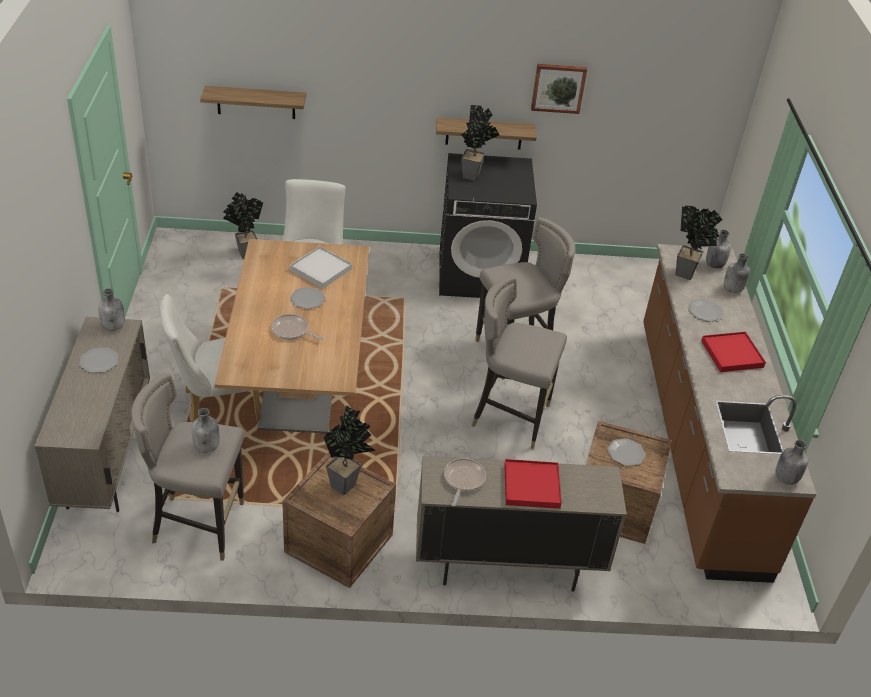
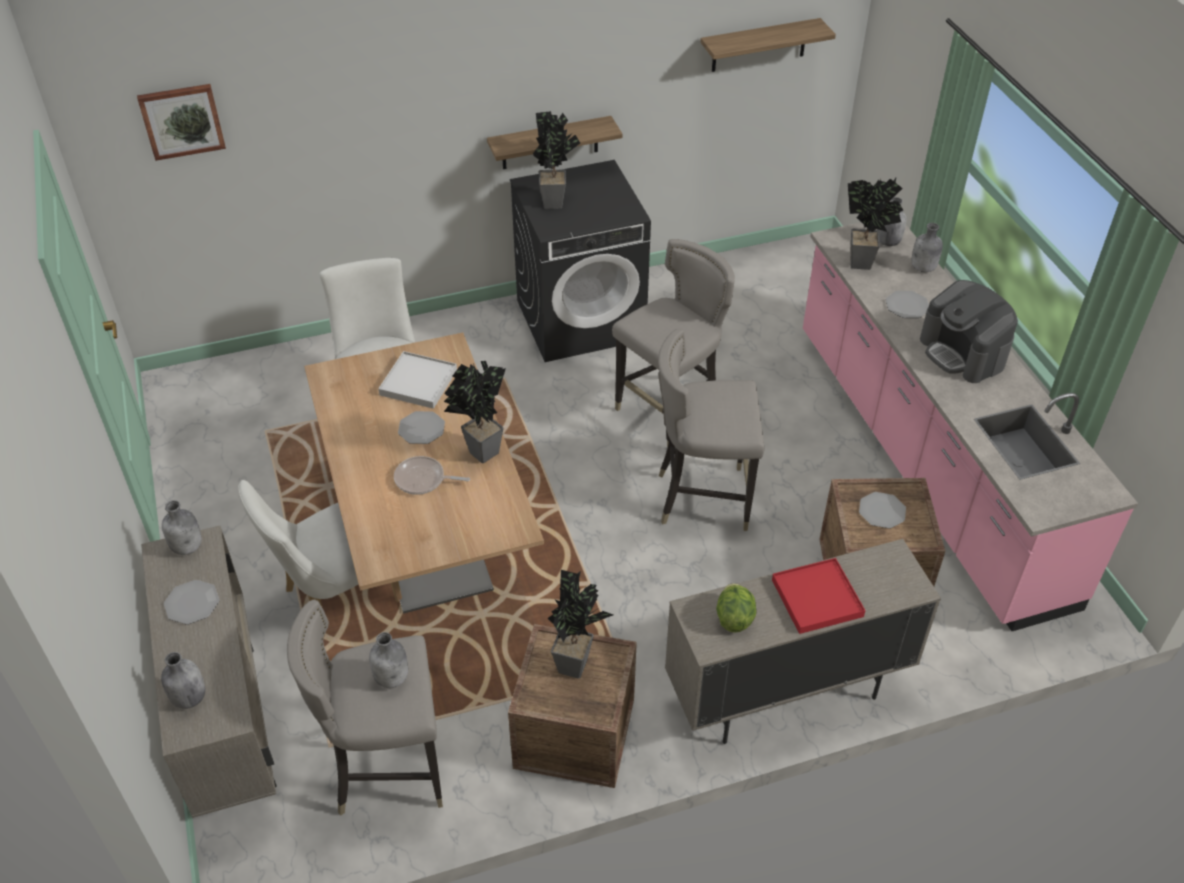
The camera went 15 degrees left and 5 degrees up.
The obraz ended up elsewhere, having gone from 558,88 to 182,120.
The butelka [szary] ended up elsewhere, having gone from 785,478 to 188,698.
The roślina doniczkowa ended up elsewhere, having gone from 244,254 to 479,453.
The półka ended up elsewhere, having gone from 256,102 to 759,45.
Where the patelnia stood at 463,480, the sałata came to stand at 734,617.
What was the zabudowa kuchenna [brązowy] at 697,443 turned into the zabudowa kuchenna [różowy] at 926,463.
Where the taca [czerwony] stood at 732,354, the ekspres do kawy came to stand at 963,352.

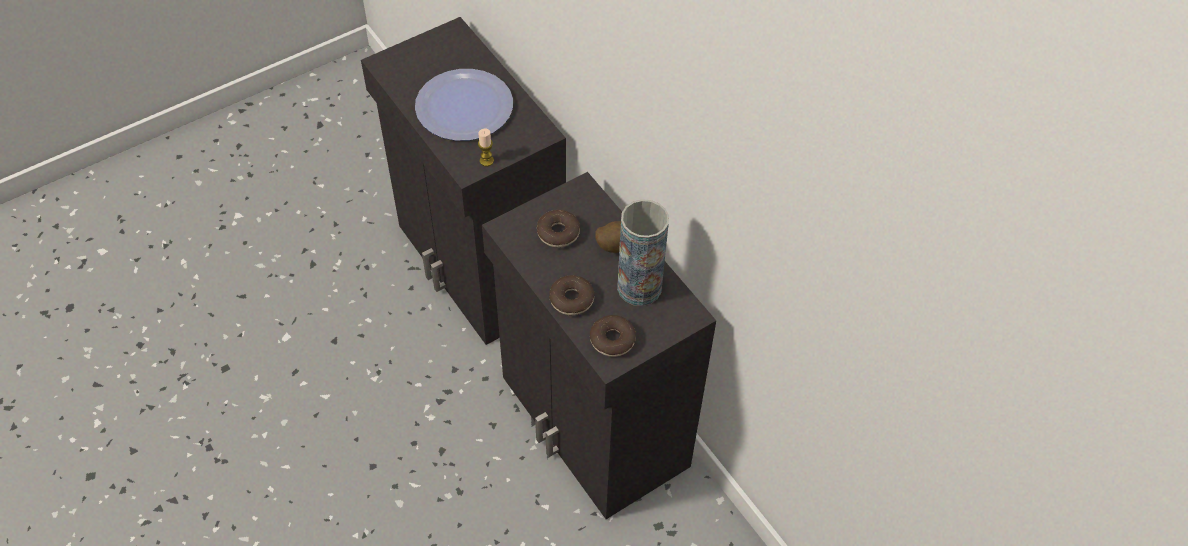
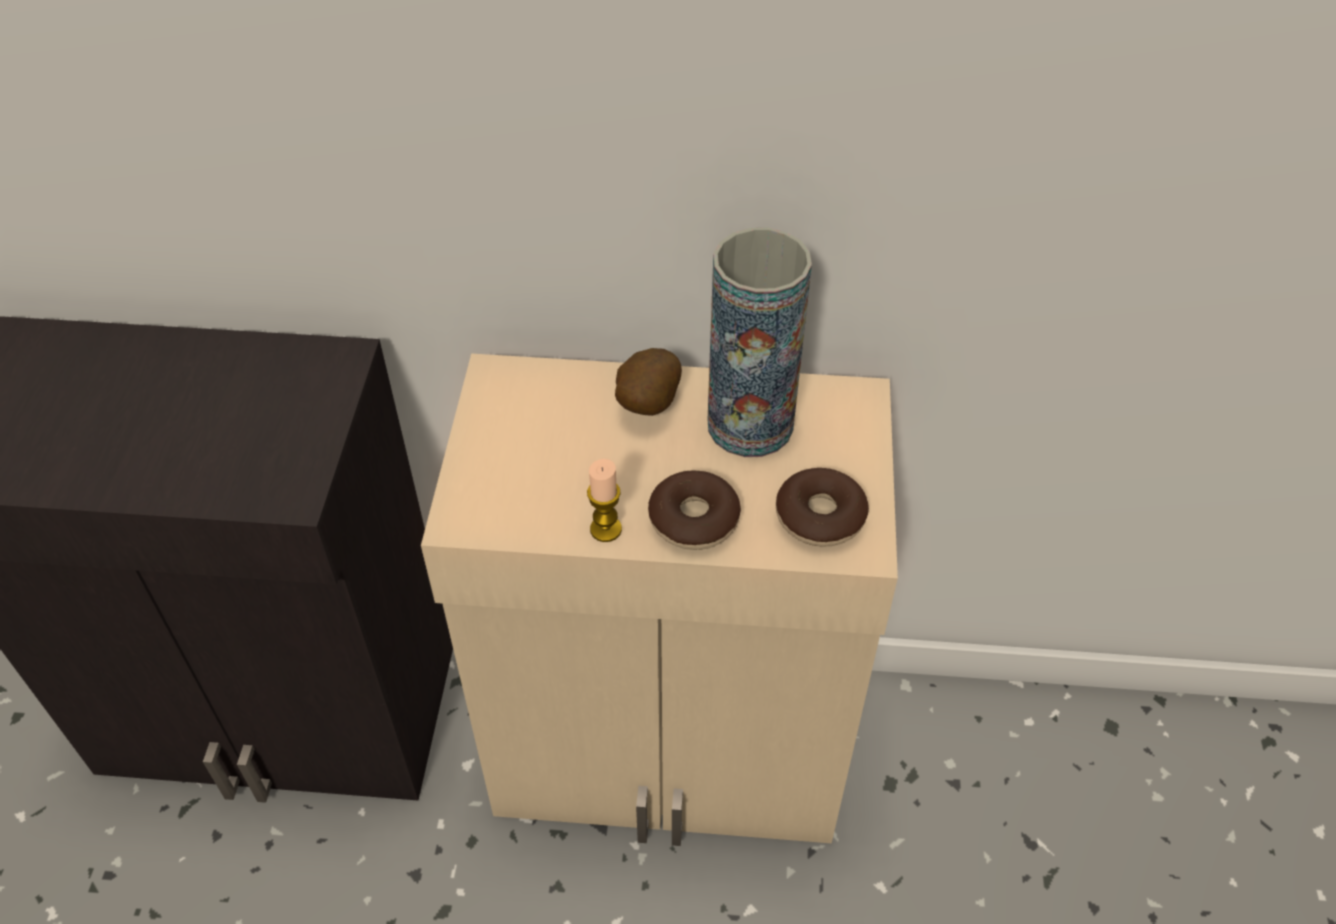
The camera went 50 degrees left and 5 degrees down.
What was the szafka [czarny] at 592,424 turned into the szafka [beżowy] at 670,753.
The świeca ended up elsewhere, having gone from 486,161 to 606,529.
The second view lost the talerz at 464,107.
The second view lost the donut at 558,233.

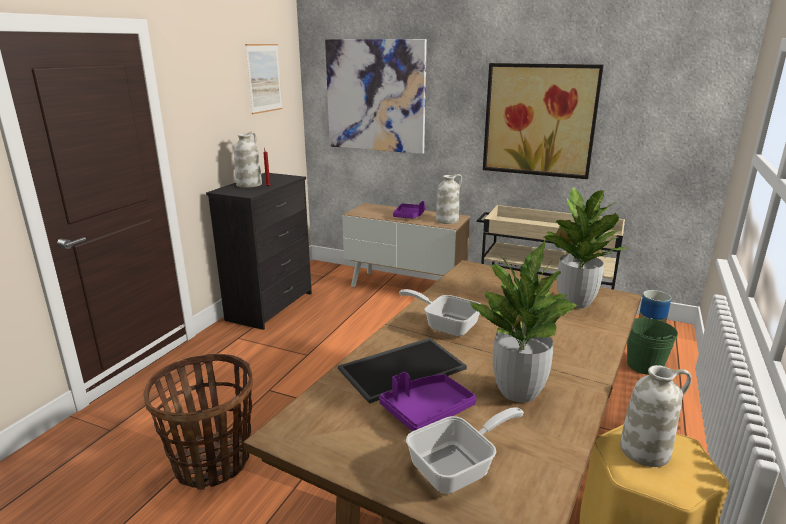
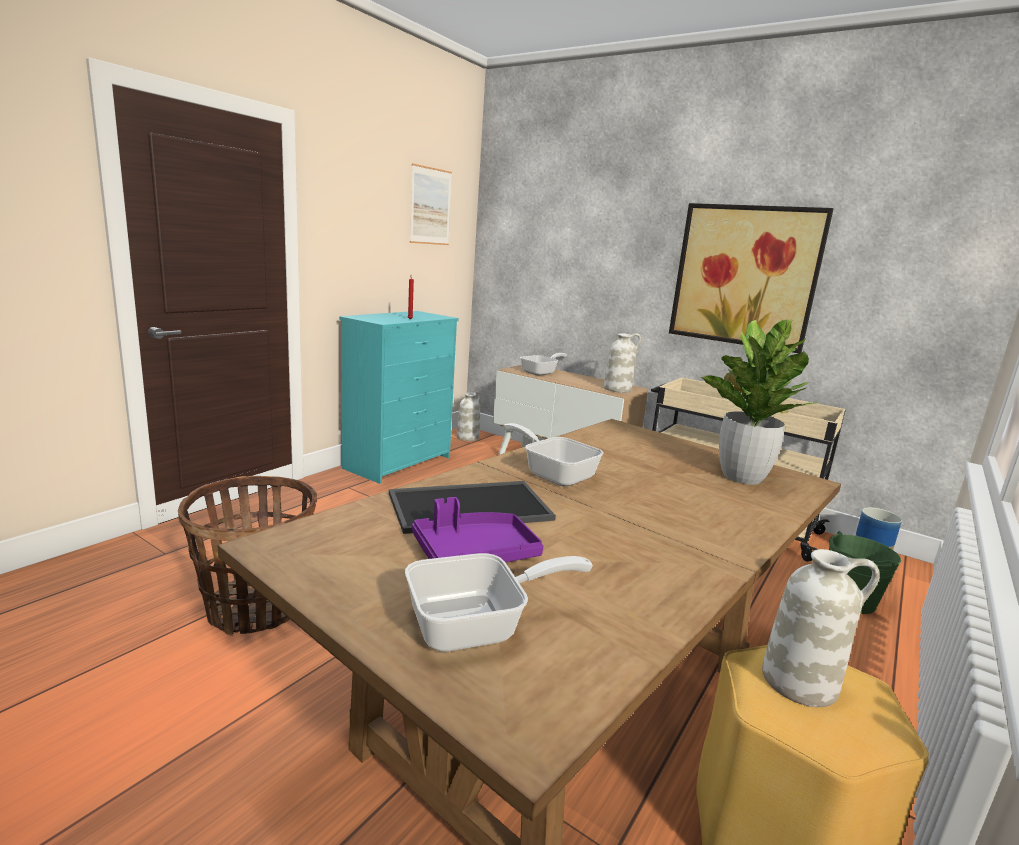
The camera went 10 degrees right and 5 degrees down.
What was the komoda [czarny] at 271,306 turned into the komoda [turkusowy] at 399,462.
The wazon [biały] ended up elsewhere, having gone from 249,184 to 468,437.
The second view gained the patelnia at 541,372.
The second view lost the obraz at 375,96.
The second view lost the taca [fioletowy] at 409,216.
The second view lost the roślina doniczkowa at 518,392.

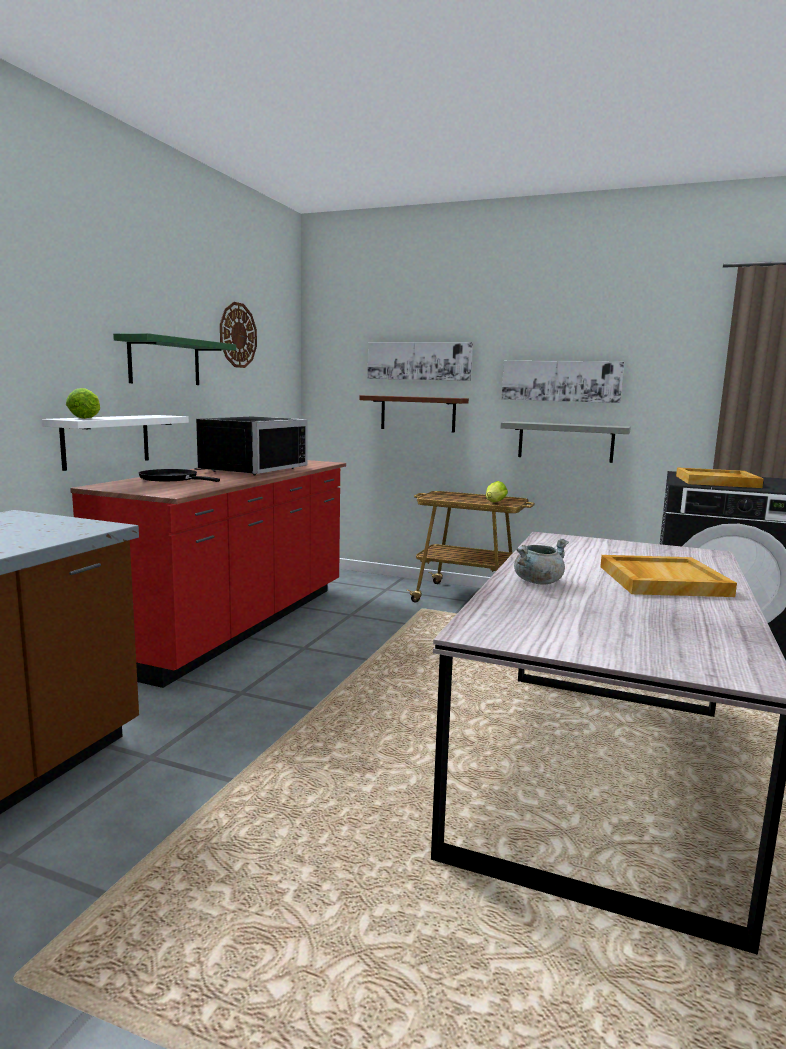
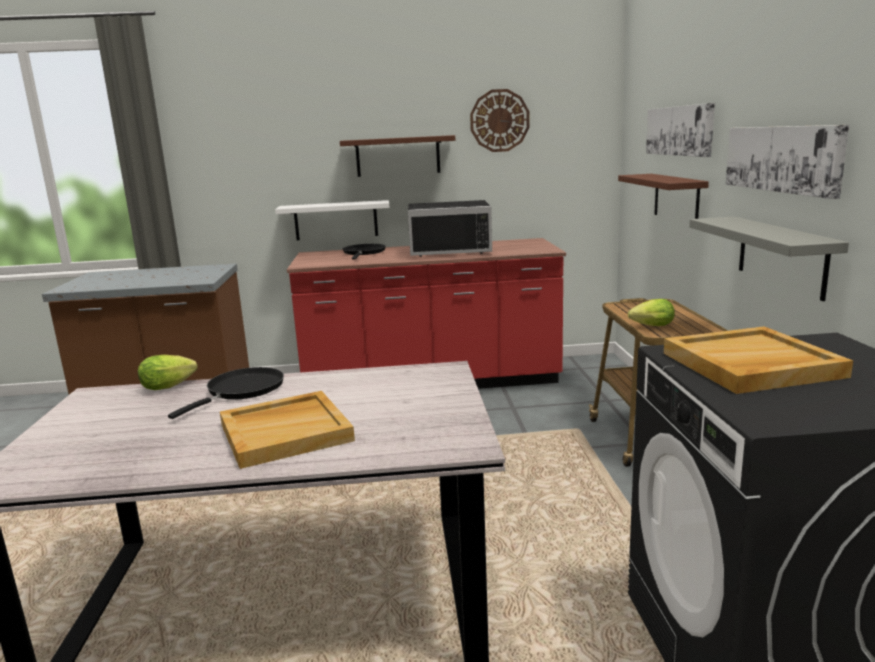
The camera went 65 degrees right and 5 degrees up.
The sałata ended up elsewhere, having gone from 86,418 to 171,386.
Where the garnek [szary] stood at 538,581, the patelnia [czarny] came to stand at 242,390.
What was the półka [zielony] at 165,361 turned into the półka [brązowy] at 398,156.

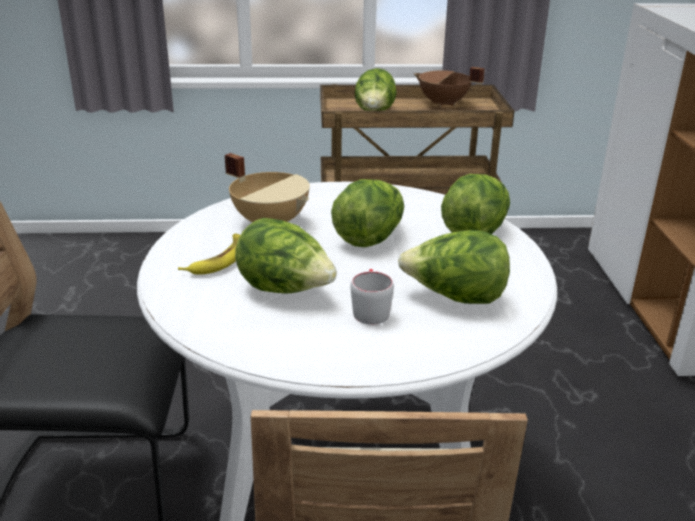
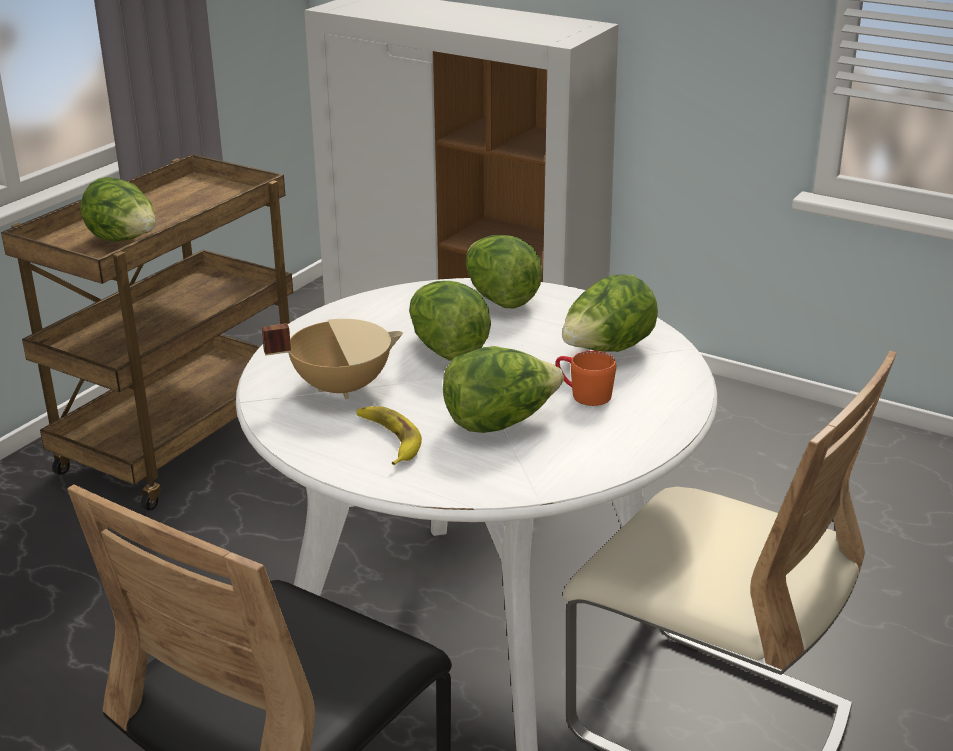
The camera went 55 degrees left and 0 degrees up.
What was the kubek [szary] at 370,309 turned into the kubek [pomarańczowy] at 582,394.
The second view lost the garnek [brązowy] at 443,104.

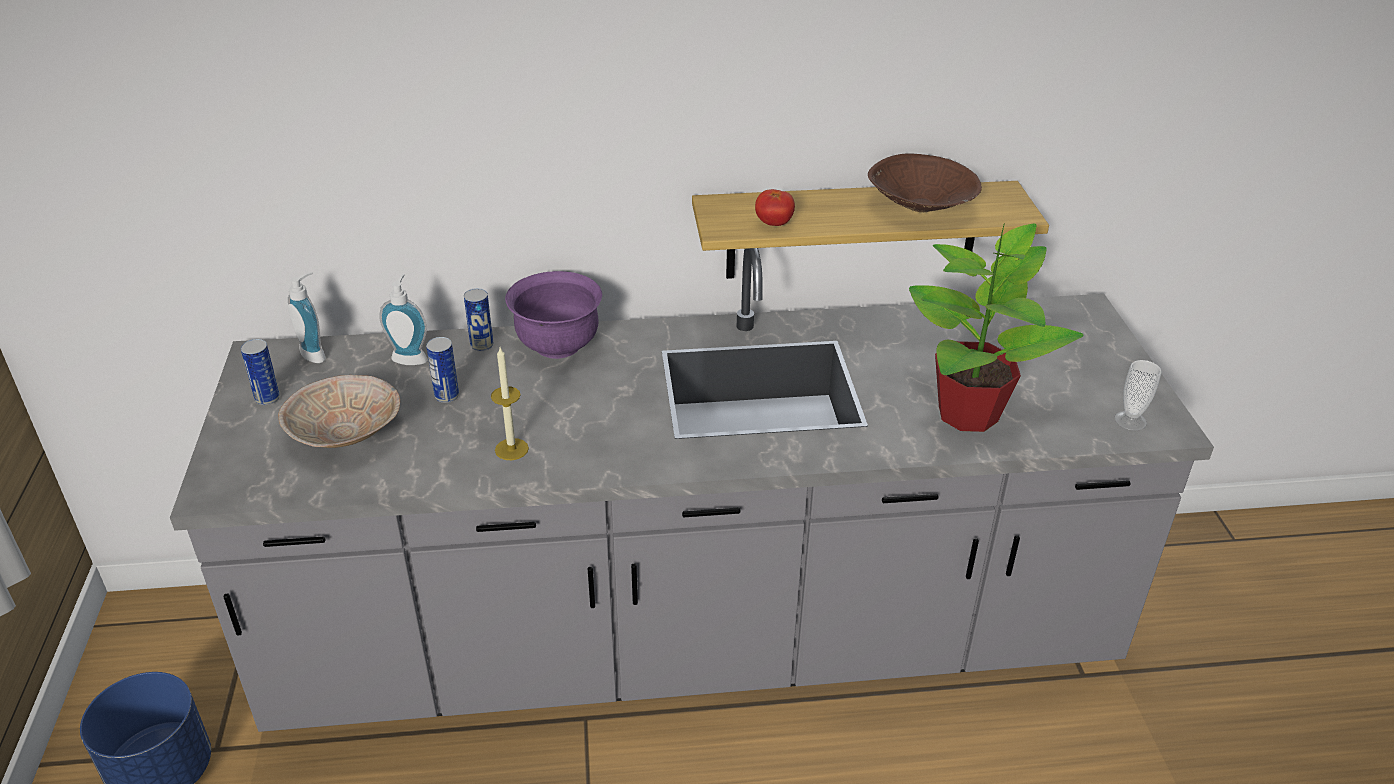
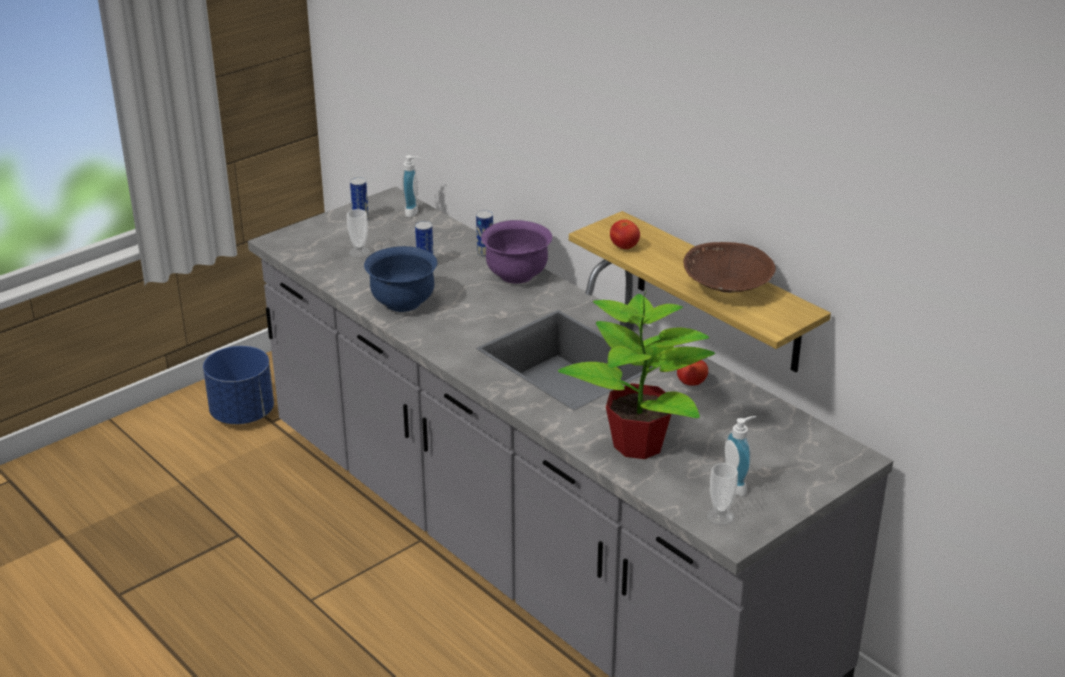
The camera went 55 degrees right and 5 degrees down.
Where the miska [beżowy] stood at 346,433, the filiżanka came to stand at 359,252.
Where the świeca stood at 511,449, the miska [niebieski] came to stand at 403,303.
The second view gained the pomidor at 691,383.
The dozownik mydła ended up elsewhere, having gone from 411,357 to 738,486.

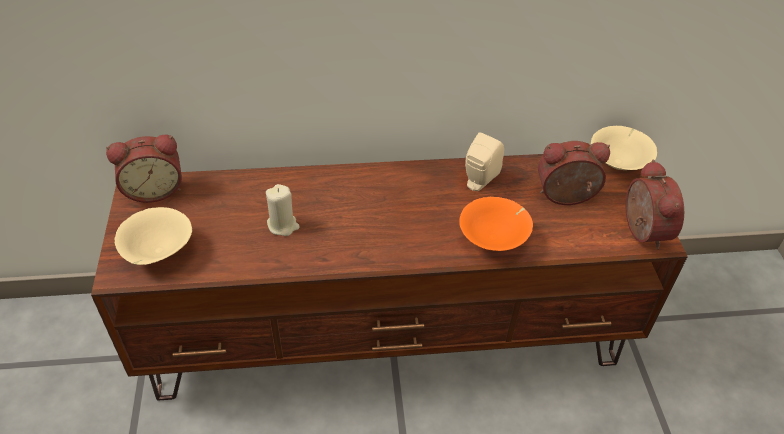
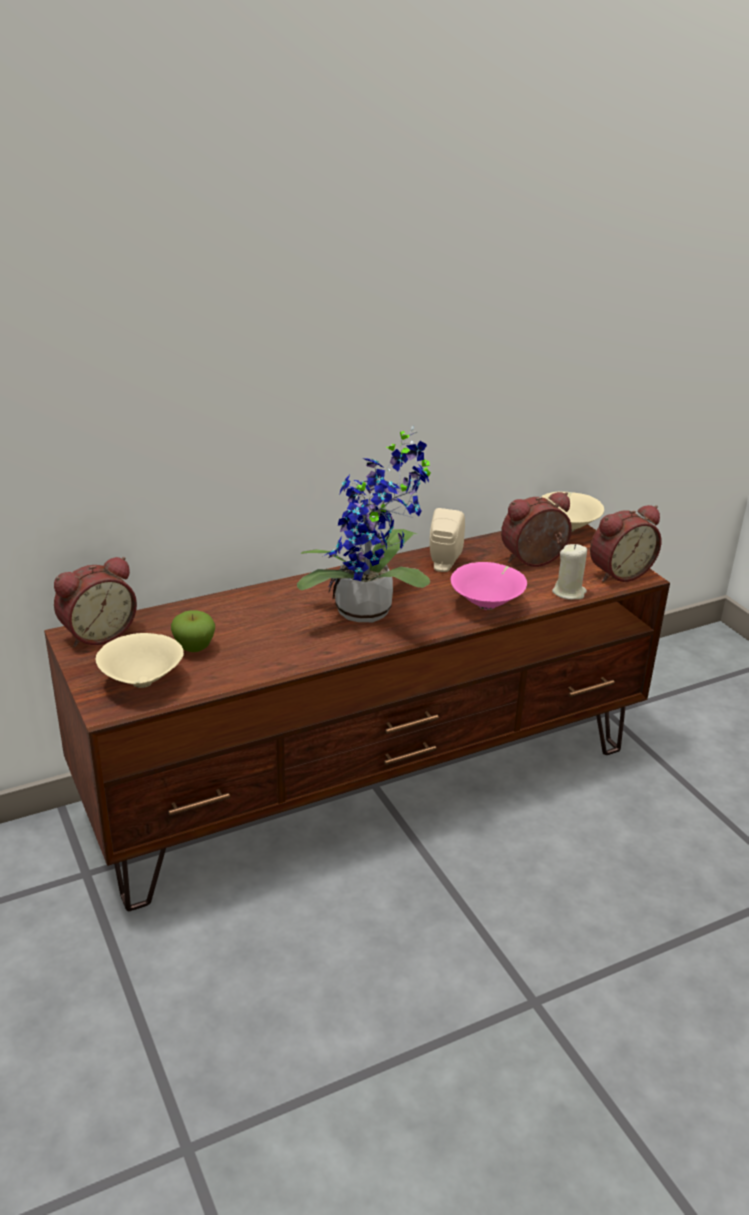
The camera went 20 degrees left and 15 degrees down.
The second view gained the jabłko at 194,648.
The second view gained the roślina doniczkowa at 370,613.
What was the miska [pomarańczowy] at 494,240 turned into the miska [różowy] at 487,604.
The świeca [beżowy] ended up elsewhere, having gone from 283,225 to 569,592.
The budzik at 640,231 ended up facing another way, 90 degrees clockwise from before.

